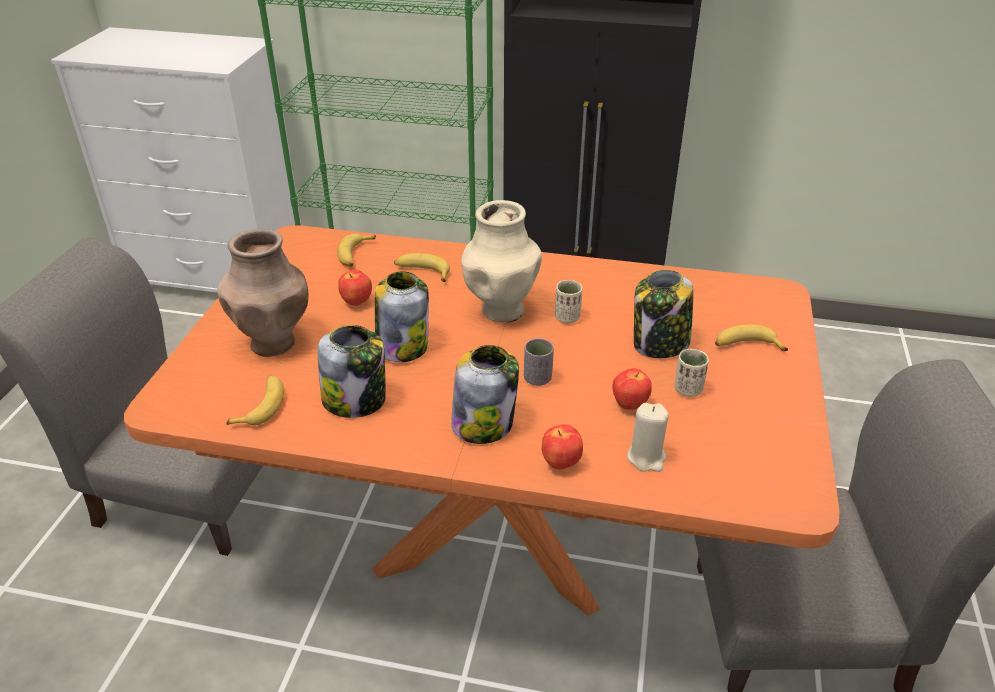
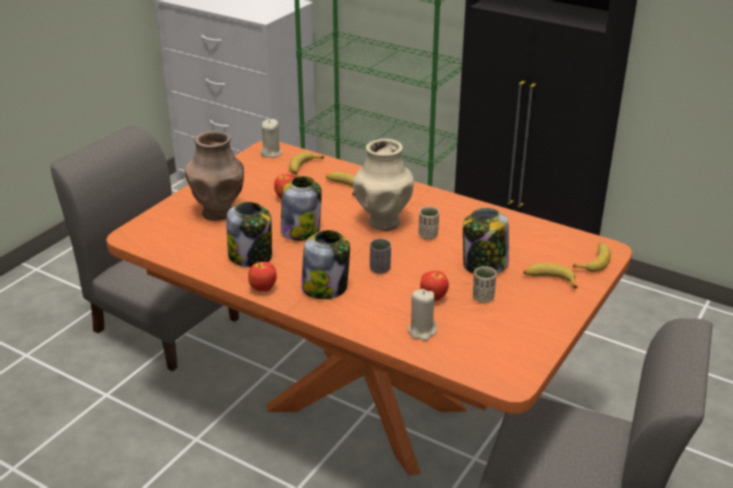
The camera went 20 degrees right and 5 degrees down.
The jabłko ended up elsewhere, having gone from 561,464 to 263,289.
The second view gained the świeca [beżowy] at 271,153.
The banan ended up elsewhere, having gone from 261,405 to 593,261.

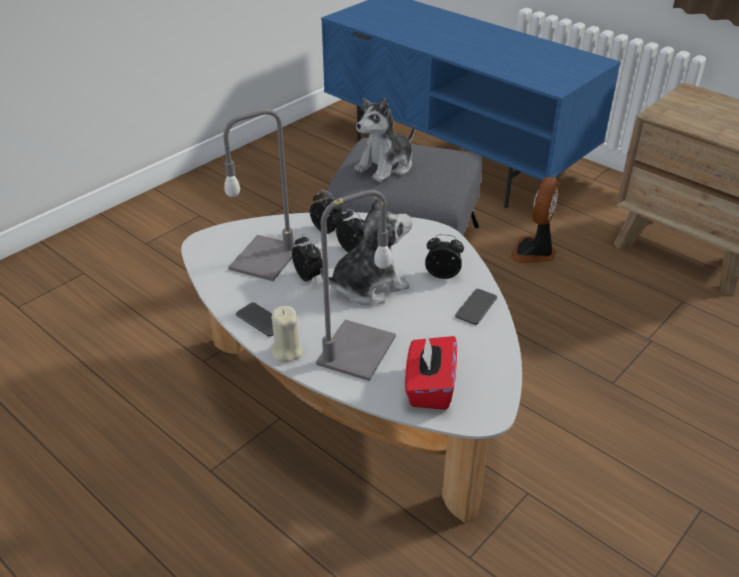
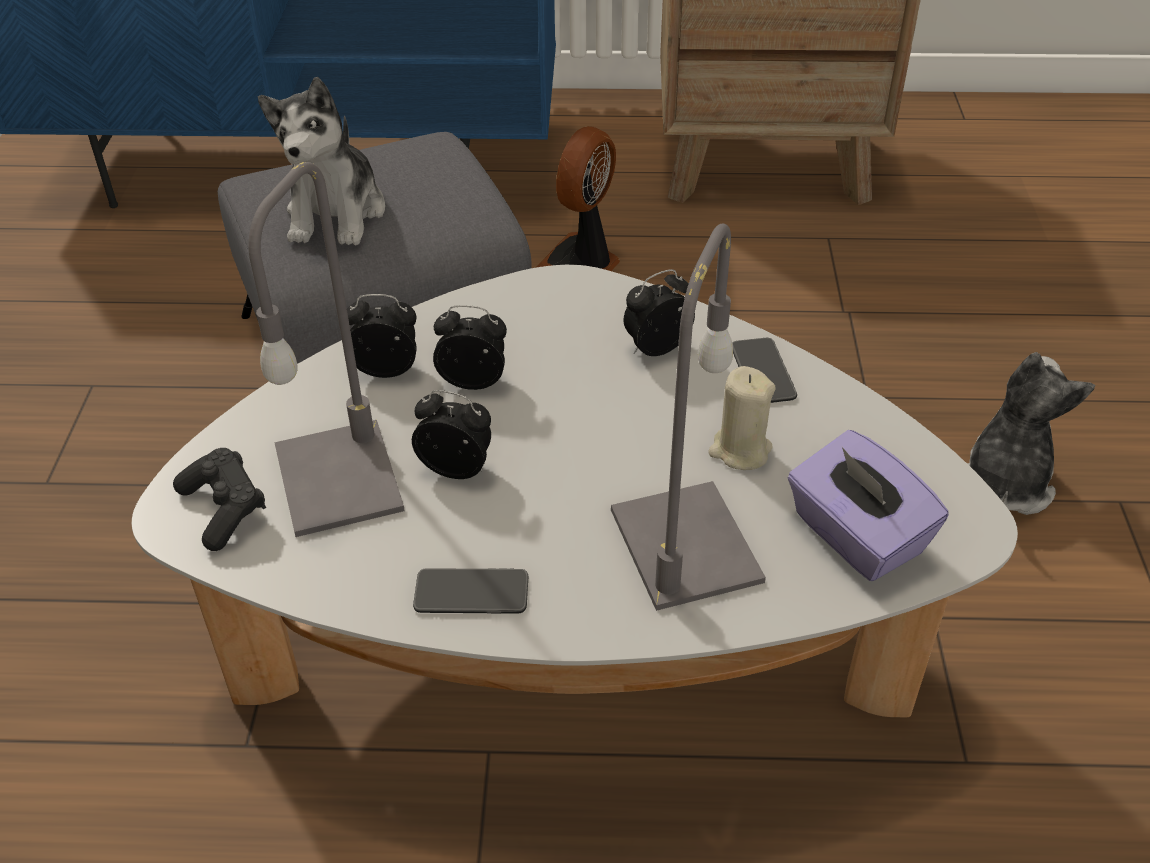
The camera went 40 degrees left and 5 degrees up.
The second view gained the pad do gier [czarny] at 224,509.
The wentylator at 534,252 ended up facing another way, 45 degrees clockwise from before.
The świeca [beżowy] ended up elsewhere, having gone from 286,351 to 740,450.
What was the pudełko chusteczek [czerwony] at 429,388 turned into the pudełko chusteczek [fioletowy] at 855,536.
The pluszak ended up elsewhere, having gone from 368,286 to 1004,481.

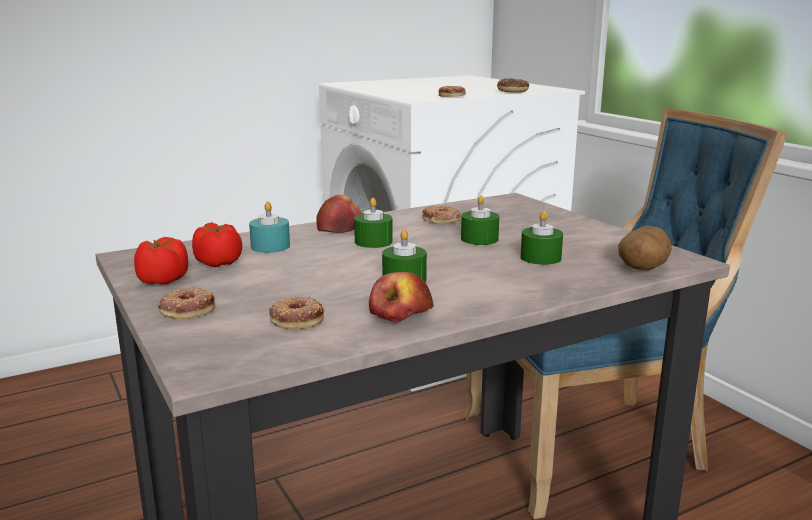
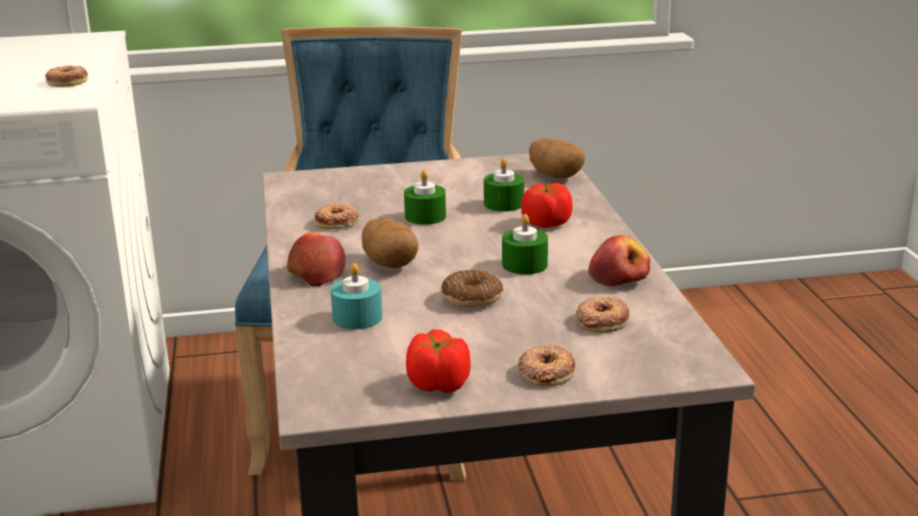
The camera went 70 degrees left and 5 degrees up.
Where the świeca [zielony] stood at 373,242, the ziemniak came to stand at 389,263.
The donut ended up elsewhere, having gone from 512,91 to 472,298.
The pomidor ended up elsewhere, having gone from 218,262 to 546,223.

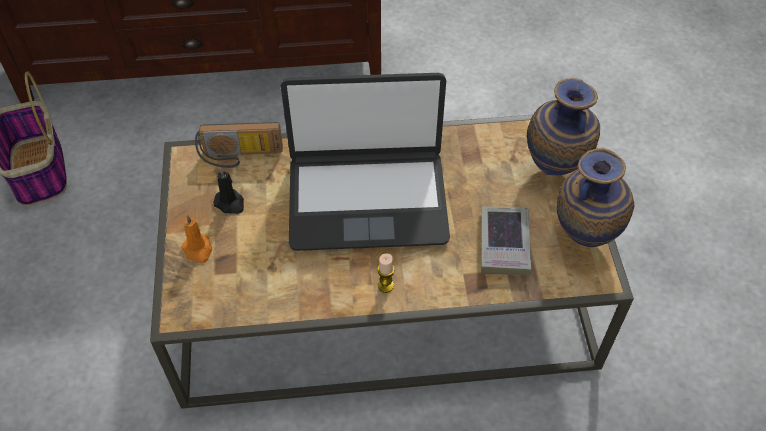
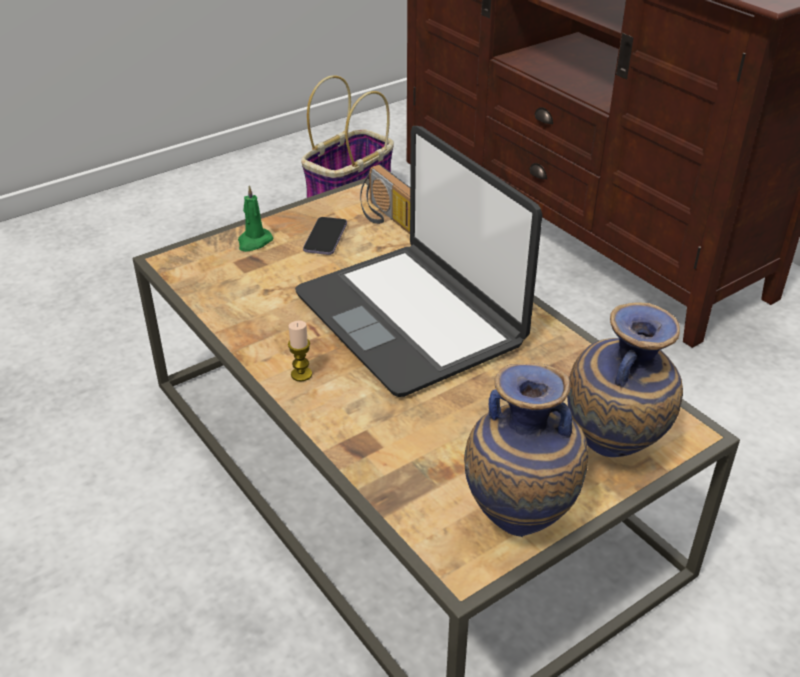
The camera went 60 degrees right and 15 degrees down.
What was the świeca [pomarańczowy] at 198,250 turned into the świeca [zielony] at 254,242.
Where the świeca [czarny] stood at 230,203, the telefon came to stand at 325,238.
The second view lost the książka at 504,244.

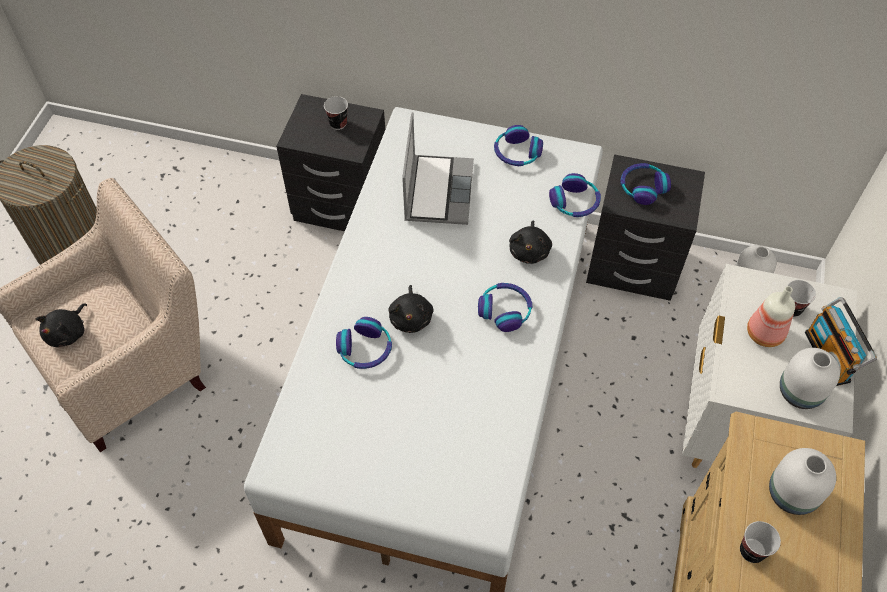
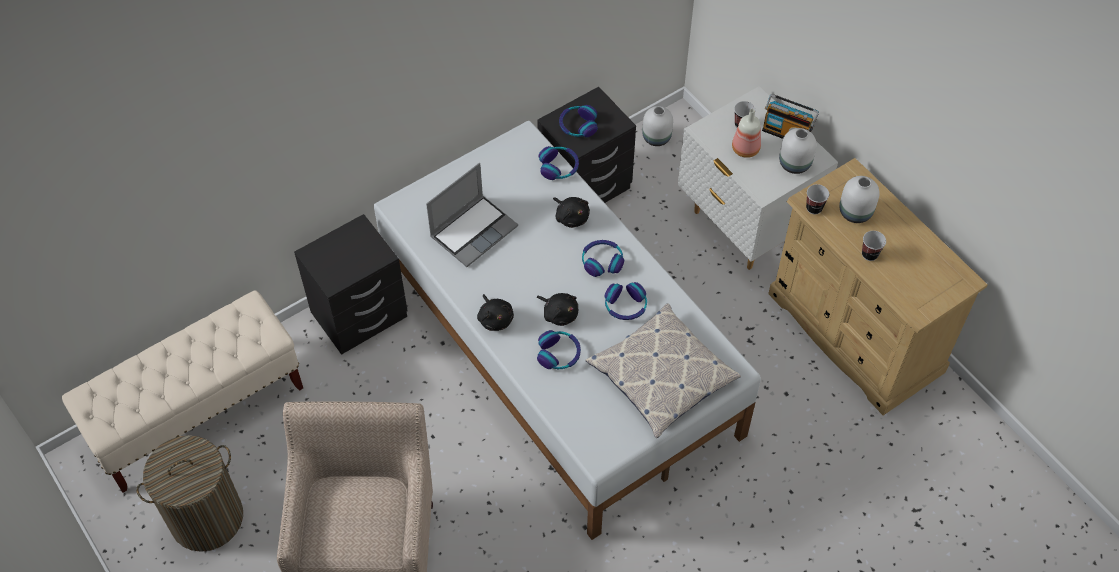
The camera went 50 degrees left and 0 degrees up.
The second view gained the ławka [beżowy] at 198,412.
The laptop at 437,190 ended up facing another way, 90 degrees clockwise from before.
The pluszak [czarny] ended up elsewhere, having gone from 68,333 to 495,318.
The second view gained the poduszka at 661,376.
The słuchawki ended up elsewhere, having gone from 517,153 to 625,305.
The filiżanka ended up elsewhere, having gone from 338,123 to 814,208.

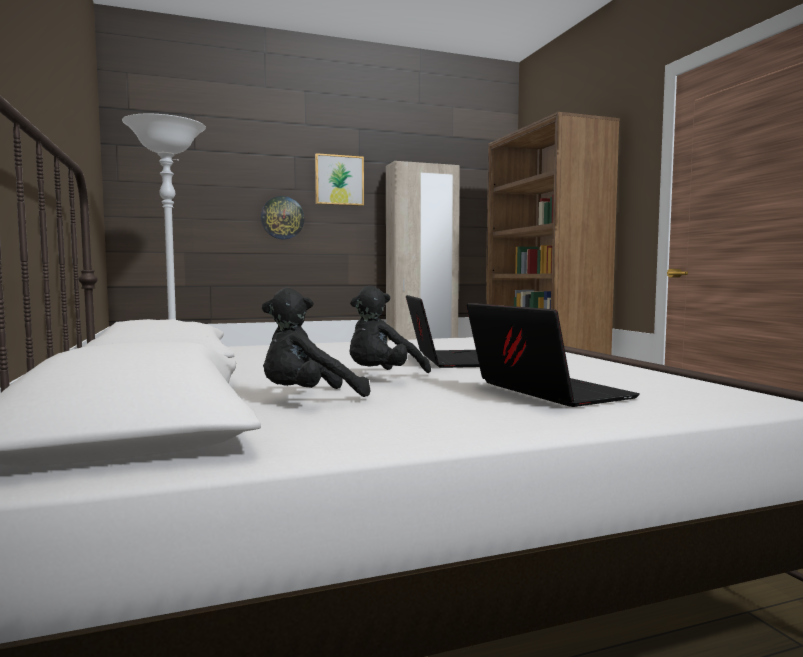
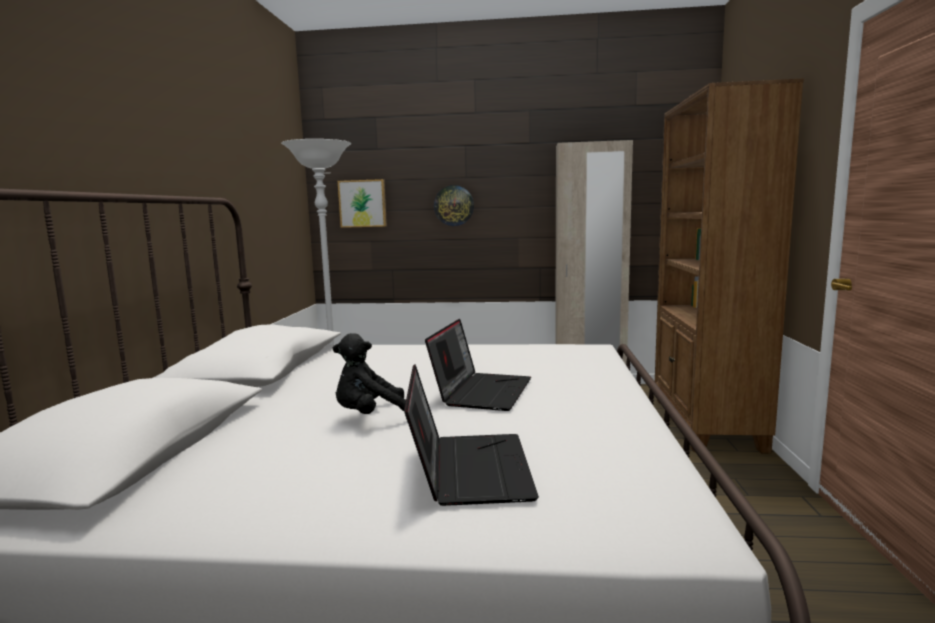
The camera went 25 degrees right and 5 degrees up.
The obraz ended up elsewhere, having gone from 339,180 to 363,203.
The second view lost the pluszak [czarny] at 308,399.

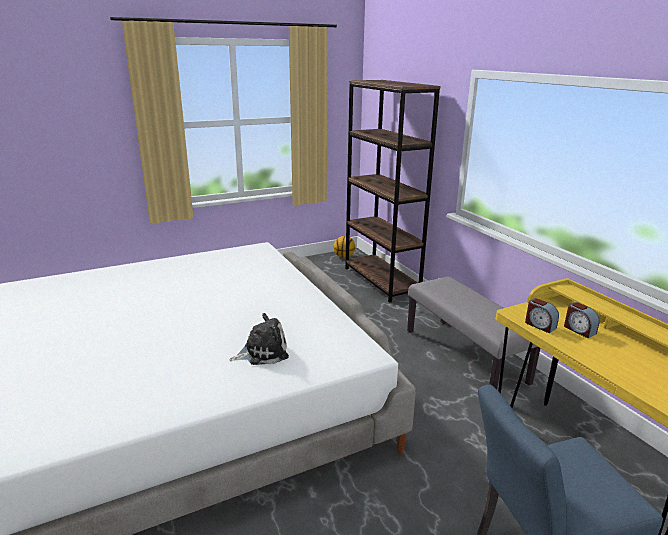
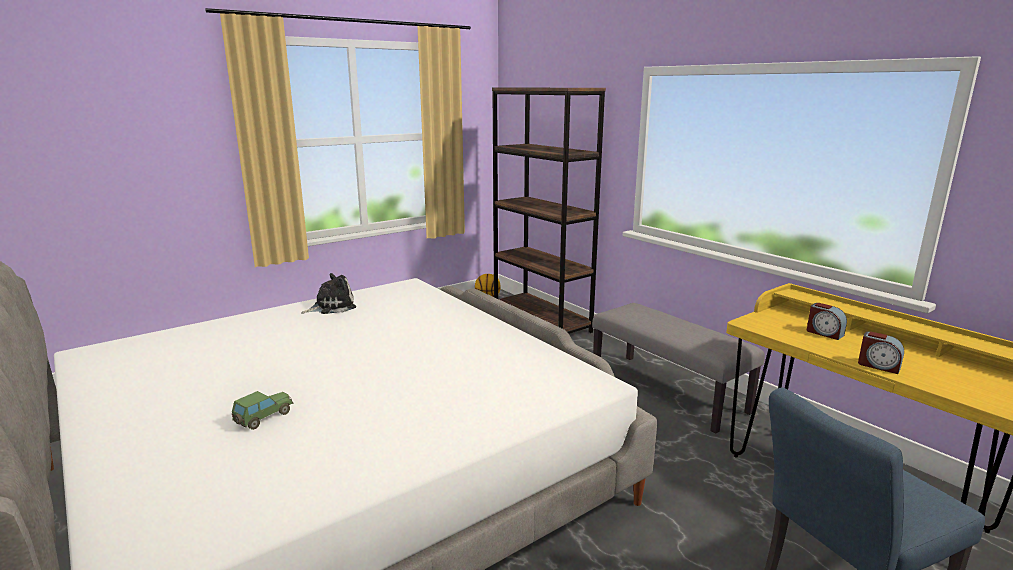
The camera went 10 degrees left and 5 degrees down.
The second view gained the samochodzik at 263,418.
The pluszak ended up elsewhere, having gone from 262,352 to 332,306.
The budzik ended up elsewhere, having gone from 539,325 to 878,366.

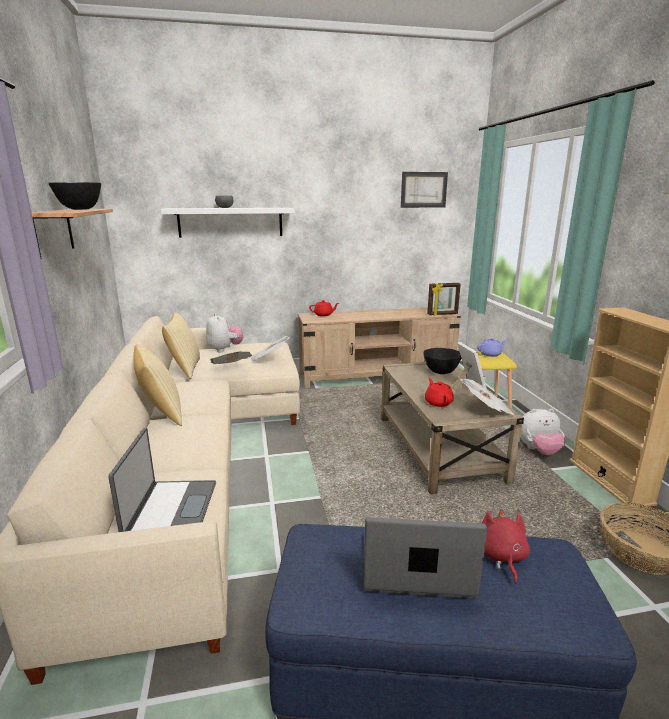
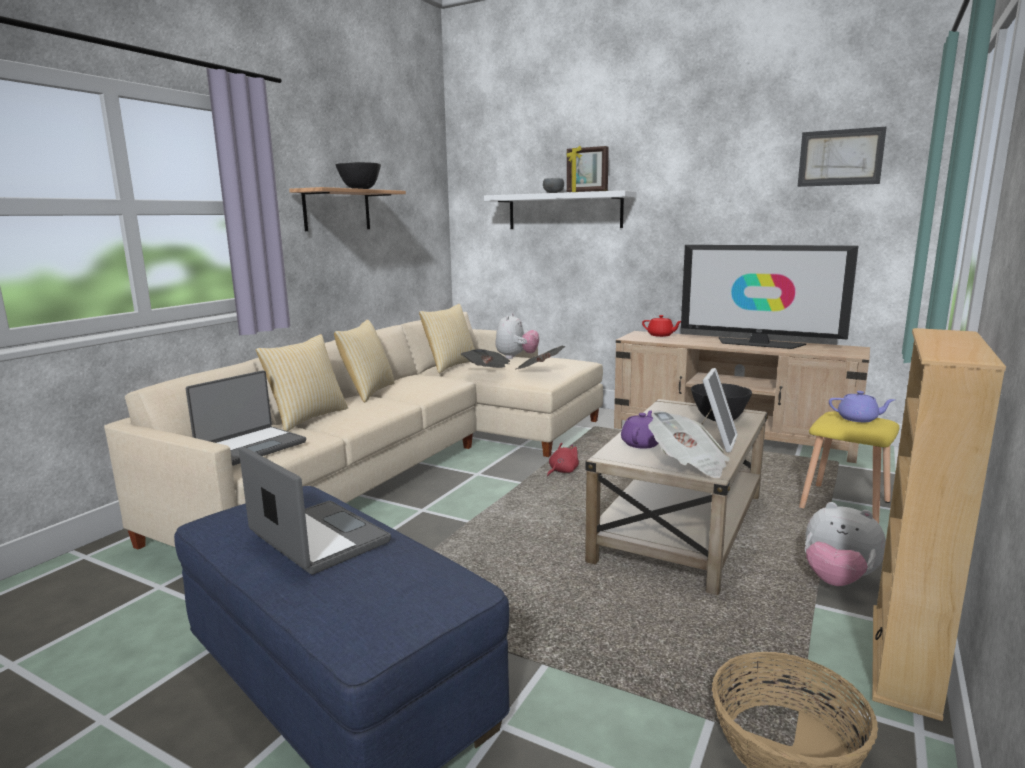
The camera went 40 degrees right and 5 degrees down.
The second view gained the poduszka at 307,418.
The pluszak [czerwony] ended up elsewhere, having gone from 502,557 to 562,471.
The ramka na zdjęcie ended up elsewhere, having gone from 442,314 to 586,192.
What was the imbryk [czerwony] at 438,402 turned into the imbryk [fioletowy] at 642,443.
The second view gained the telewizor at 759,343.

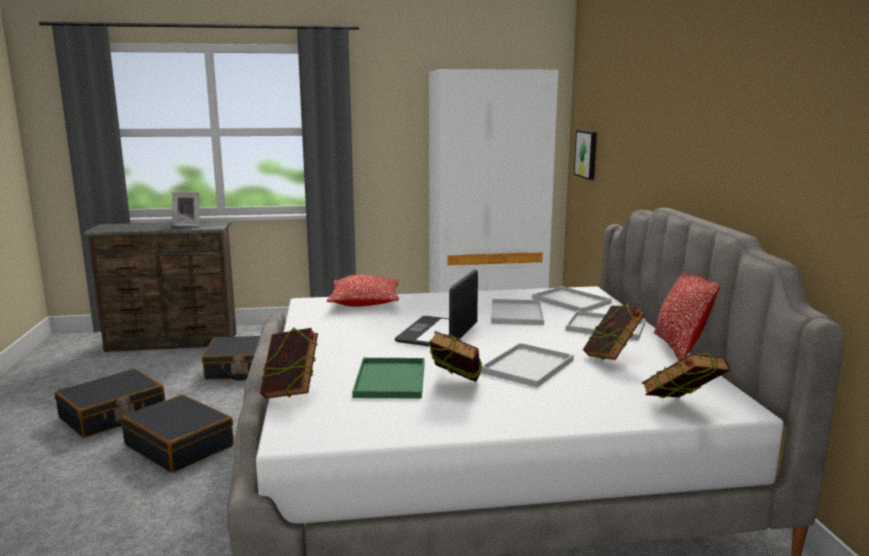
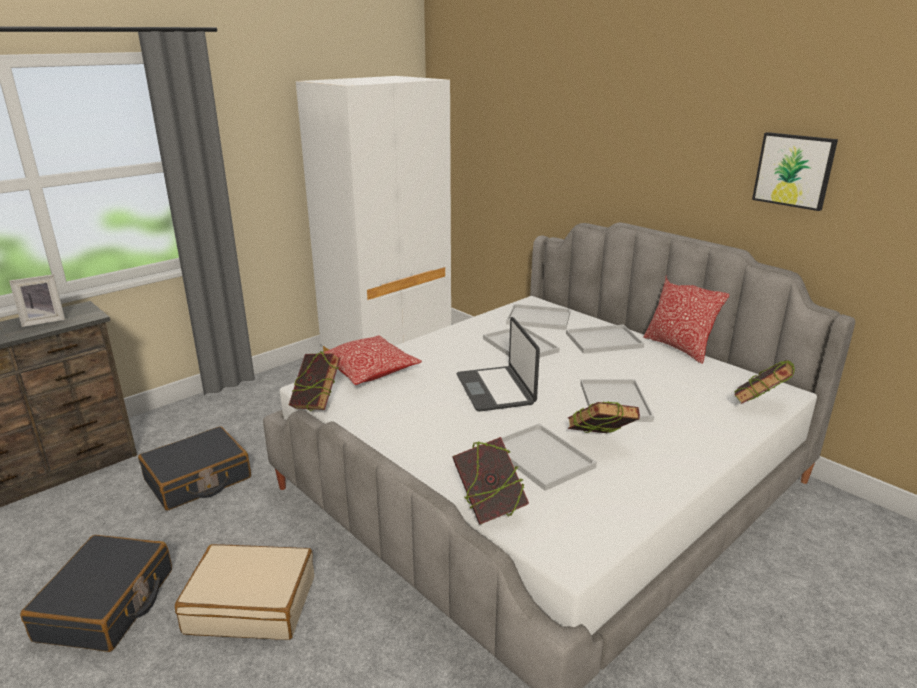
The camera went 35 degrees left and 10 degrees up.
What was the walizka [czarny] at 180,445 turned into the walizka [beżowy] at 251,604.
The książka ended up elsewhere, having gone from 611,358 to 317,405.
What was the taca [zielony] at 391,380 turned into the taca [biały] at 543,458.
The obraz ended up elsewhere, having gone from 587,154 to 794,170.

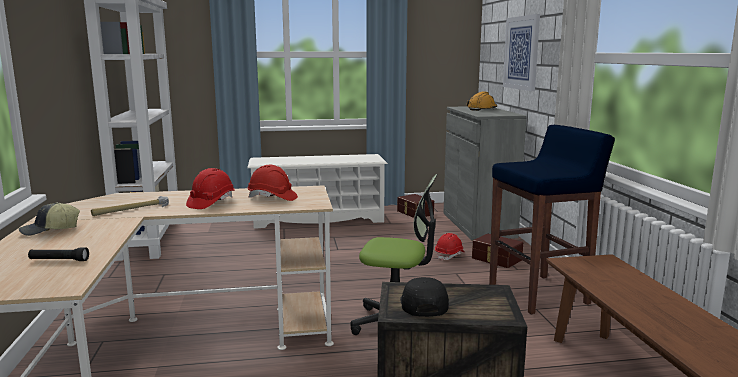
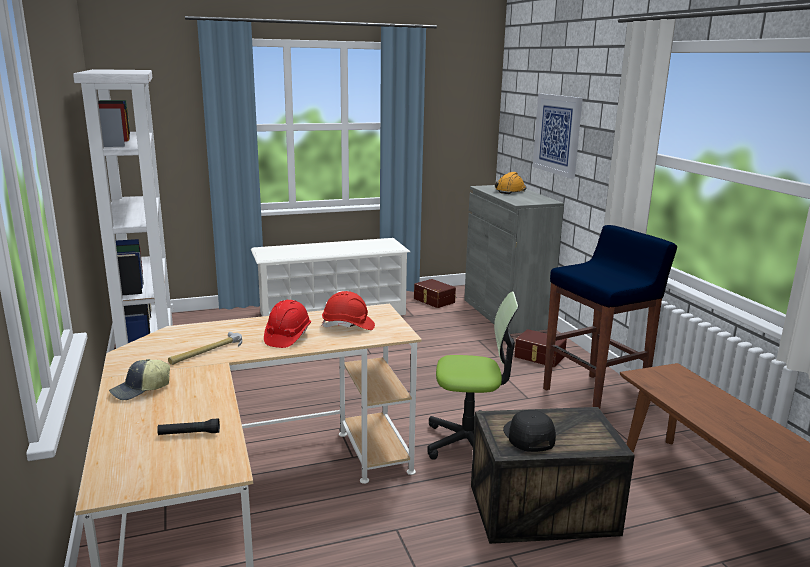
The camera went 10 degrees left and 5 degrees up.
The second view lost the kask [czerwony] at 450,255.

